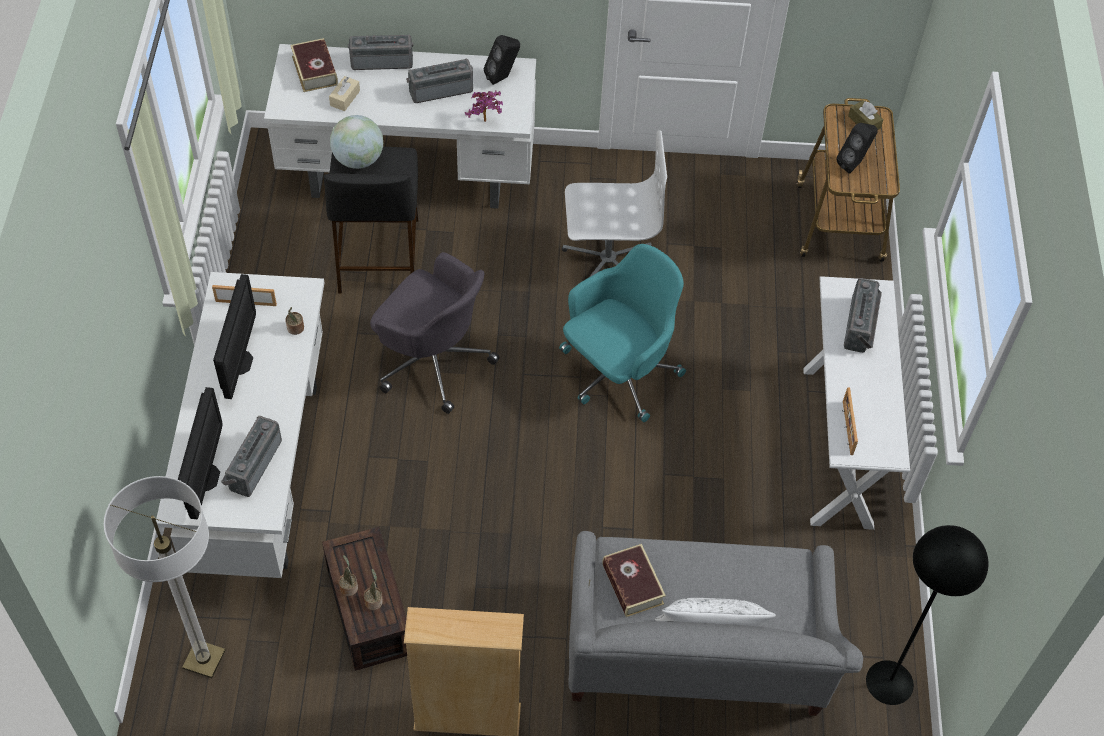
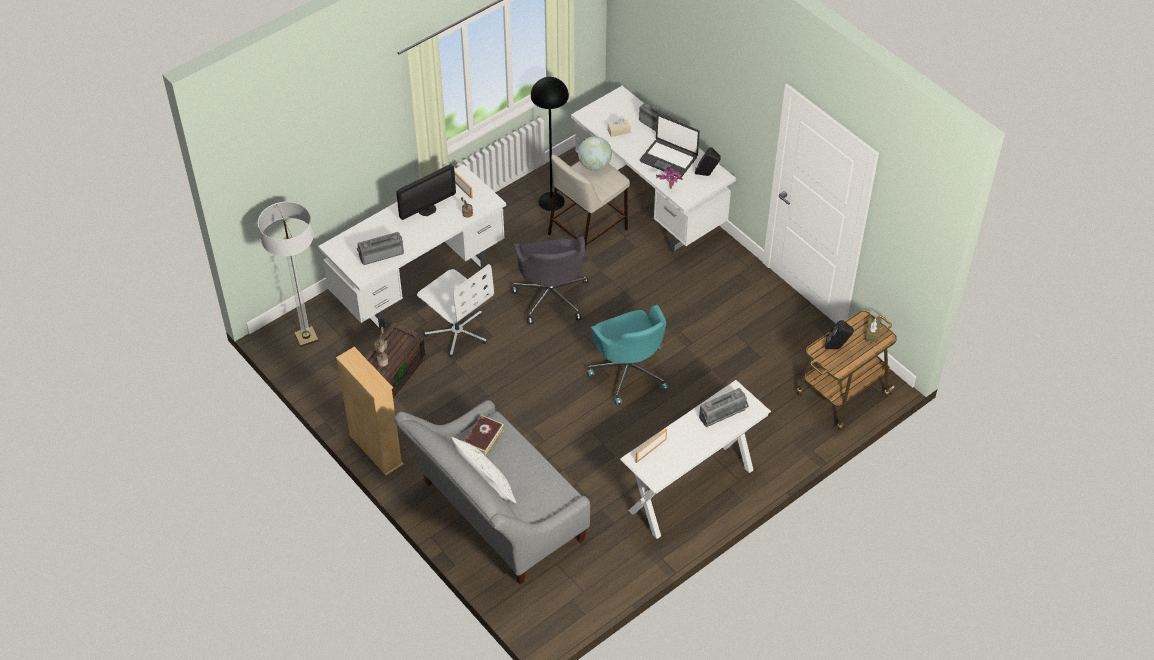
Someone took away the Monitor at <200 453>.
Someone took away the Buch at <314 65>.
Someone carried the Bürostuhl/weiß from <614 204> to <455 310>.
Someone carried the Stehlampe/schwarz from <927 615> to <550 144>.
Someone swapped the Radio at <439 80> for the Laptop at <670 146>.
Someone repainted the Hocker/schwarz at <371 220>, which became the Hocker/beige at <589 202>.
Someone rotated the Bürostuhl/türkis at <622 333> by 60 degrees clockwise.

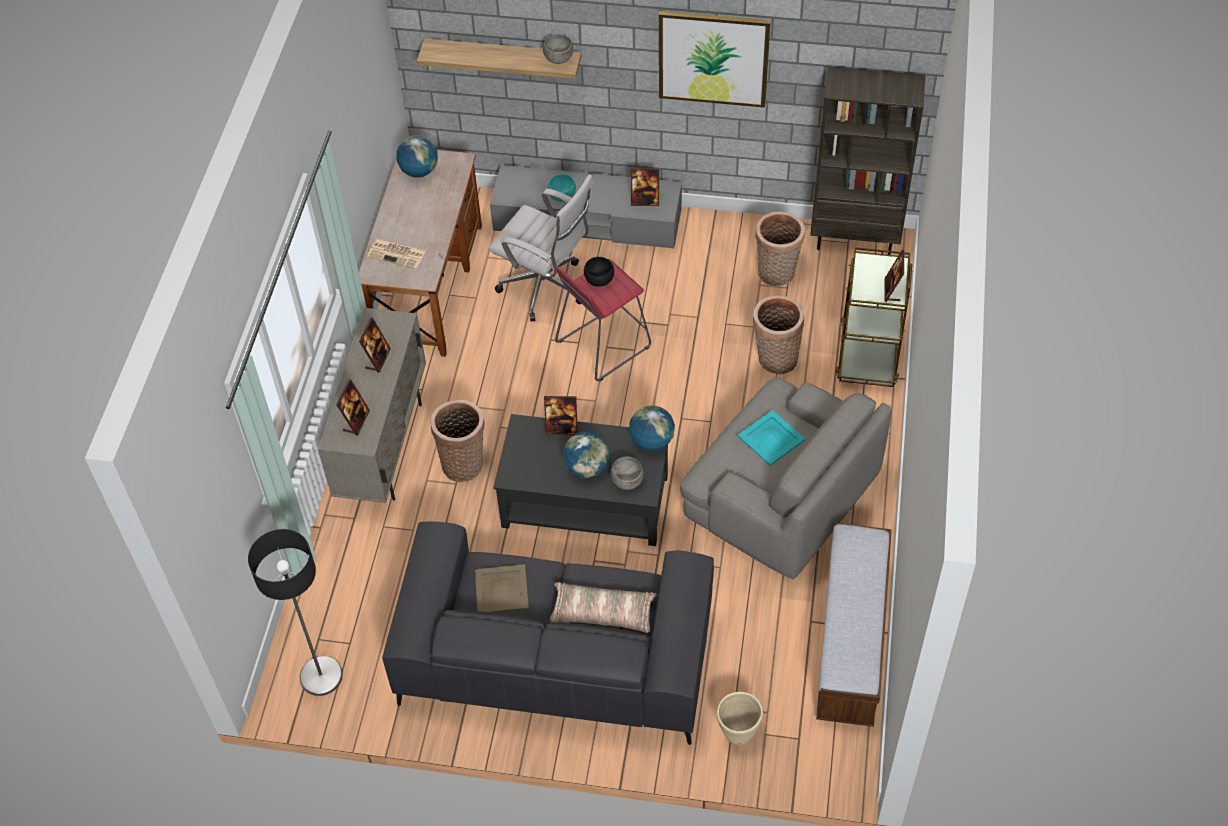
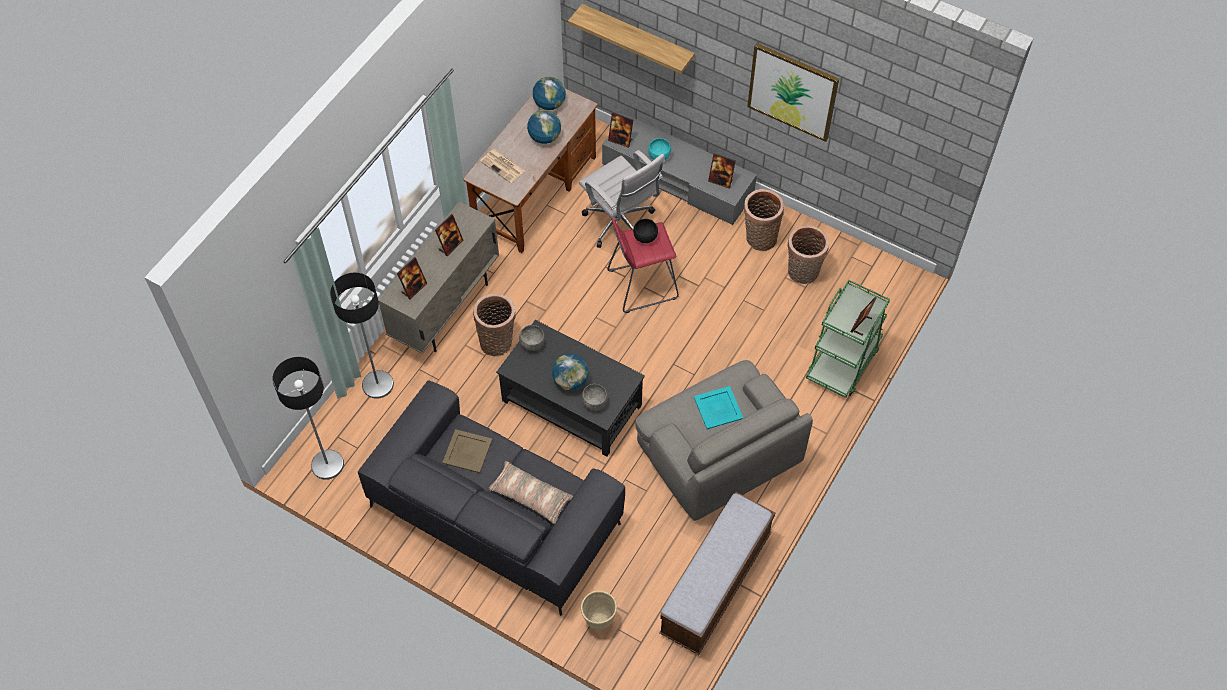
Someone took away the Bücherregal/braun at <868 160>.
Someone put down the Stehlampe at <362 336>.
Someone carried the Schüssel/grau from <558 49> to <532 338>.
Someone carried the Bilderrahmen from <561 415> to <620 130>.
Someone carried the Globus from <652 428> to <544 127>.
Someone carried the Korb from <778 334> to <764 220>.
Someone repainted the Rollwagen/braun at <874 317>, which became the Rollwagen/grün at <848 339>.

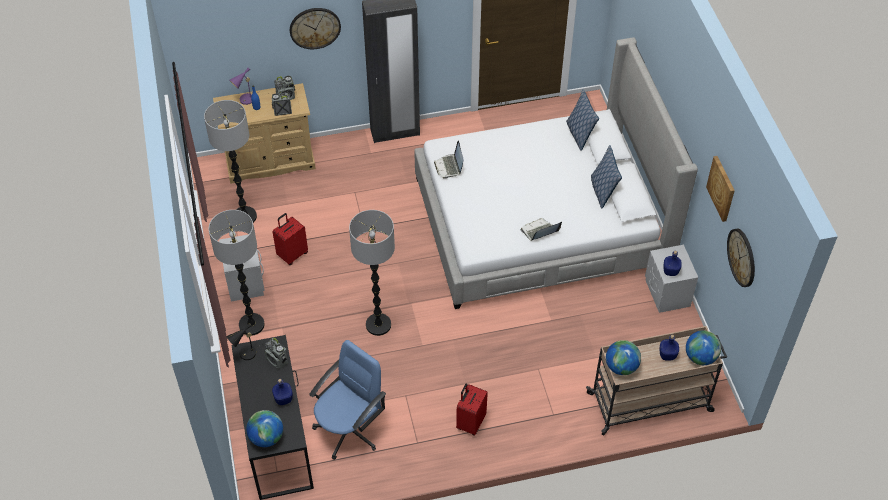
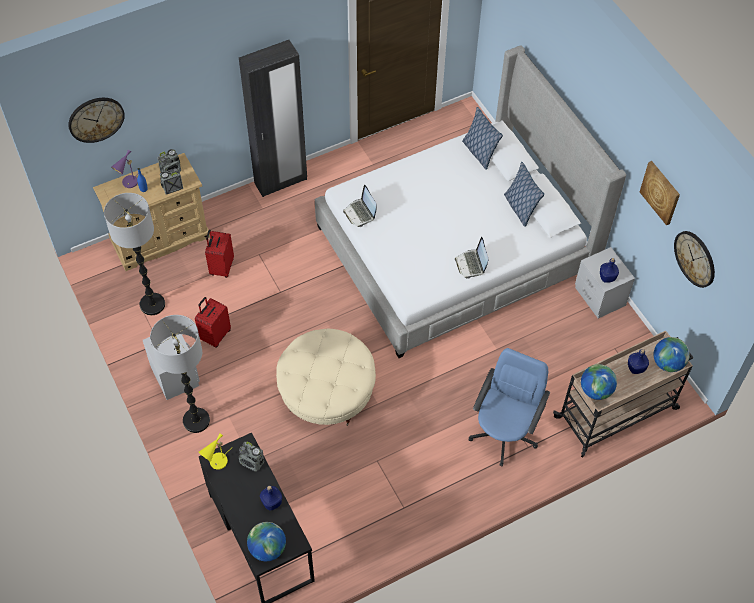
Someone carried the Wanduhr from <315 28> to <96 120>.
Someone carried the Bürostuhl/blau from <347 400> to <509 407>.
Someone carried the Koffer/rot from <472 409> to <219 254>.
Someone swapped the Stehlampe at <372 273> for the Polsterhocker/beige at <326 377>.
Someone repainted the Tischlampe/schwarz at <244 341>, which became the Tischlampe/gelb at <216 451>.
Someone rotated the Laptop at <541 229> by 60 degrees counterclockwise.

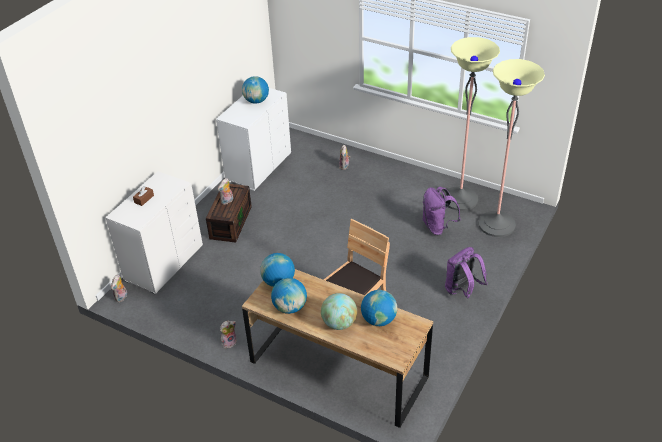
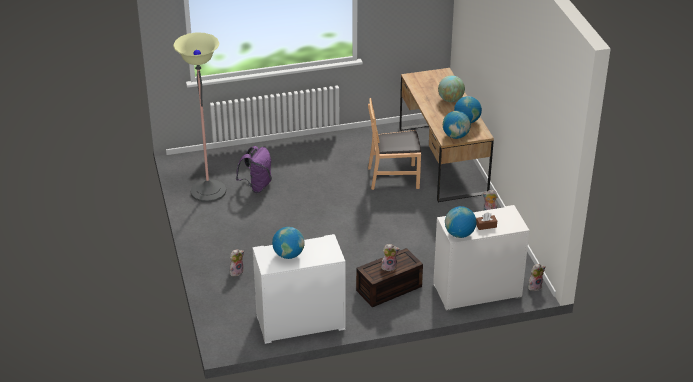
Someone took away the Rucksack/lila at <466 272>.
Someone took away the Stehlampe at <511 148>.
Someone carried the Globus from <379 308> to <460 222>.

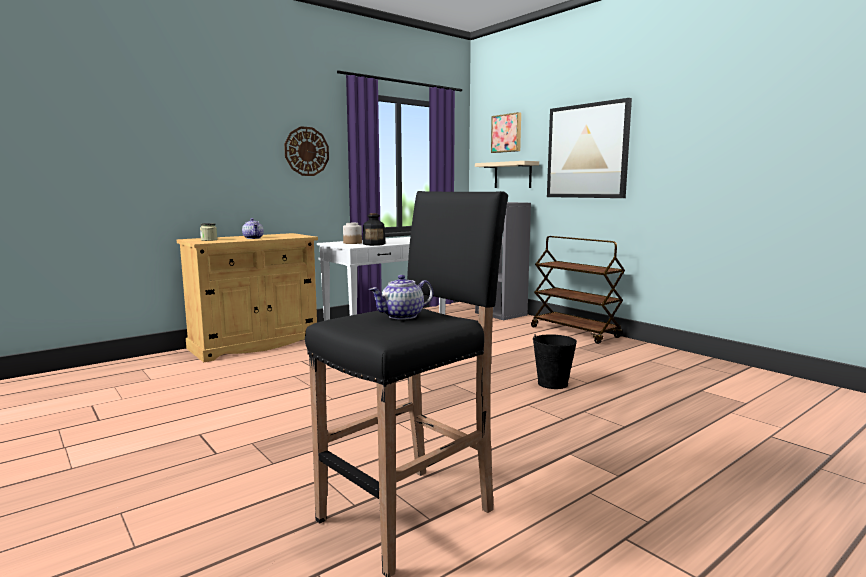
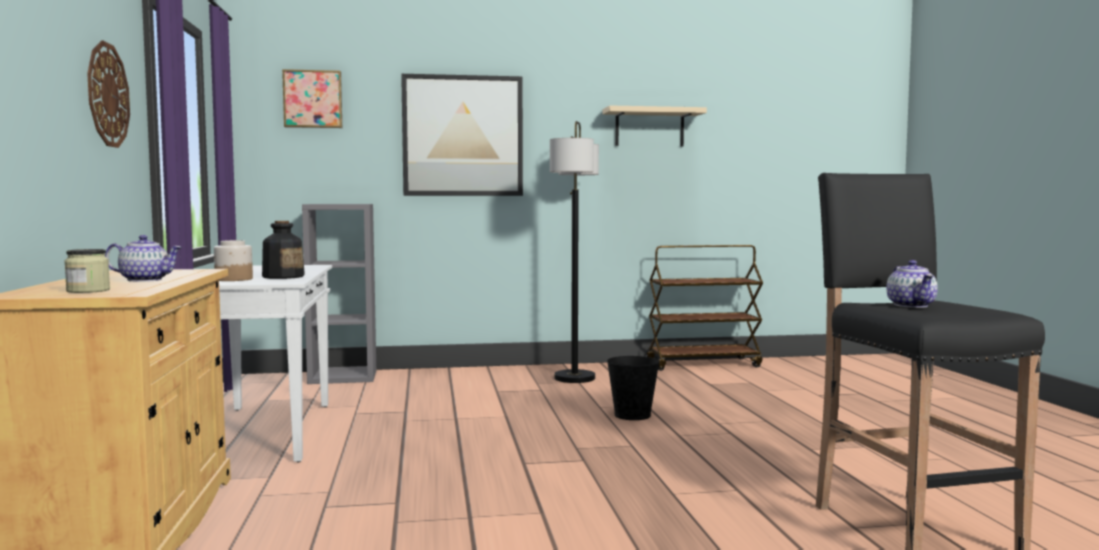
Someone put down the Stehlampe at <574 252>.
Someone carried the Wandregal/beige from <507 174> to <654 126>.
Someone carried the Rollwagen/braun from <578 290> to <704 308>.

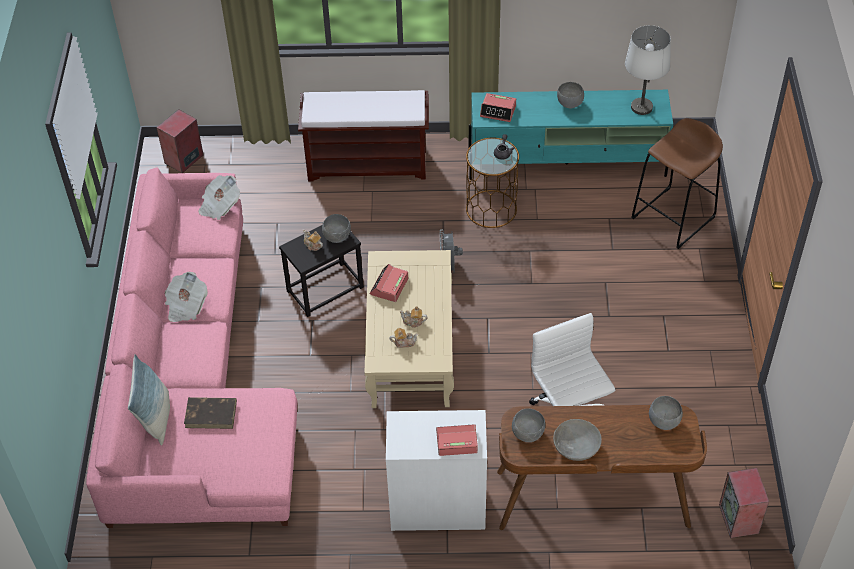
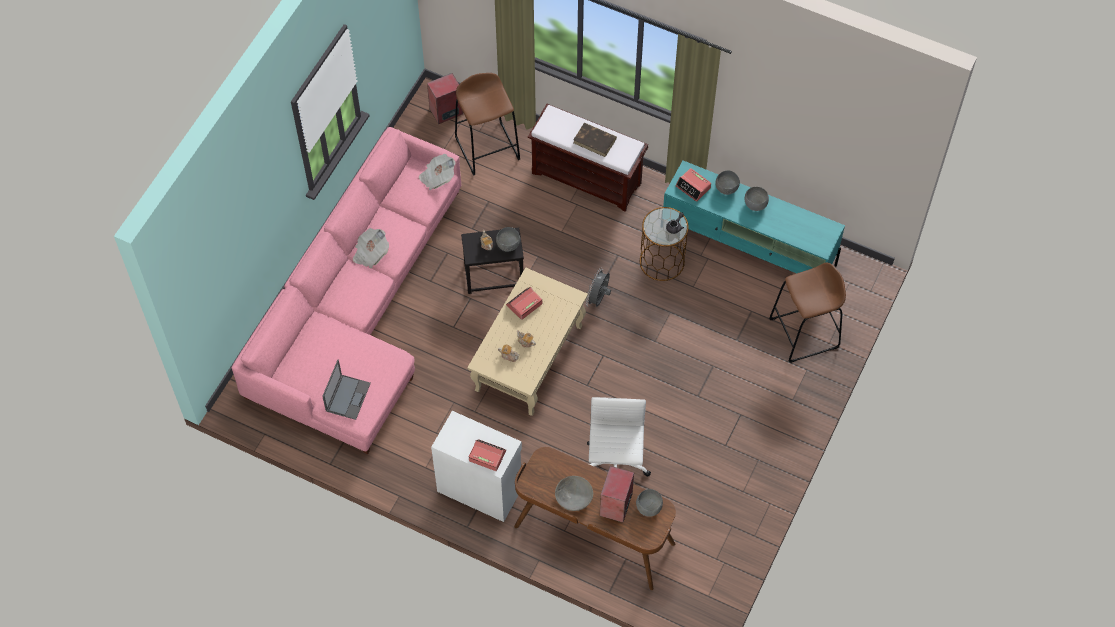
Someone took away the Kissen at <149 399>.
Someone took away the Tischlampe/weiß at <648 70>.
Someone put down the Laptop at <346 390>.
Someone put down the Hocker/braun at <487 124>.
Someone carried the Buch/braun from <210 413> to <595 140>.
Someone carried the Schüssel/grau from <528 425> to <727 182>.
Someone carried the Lautsprecher from <744 503> to <617 494>.

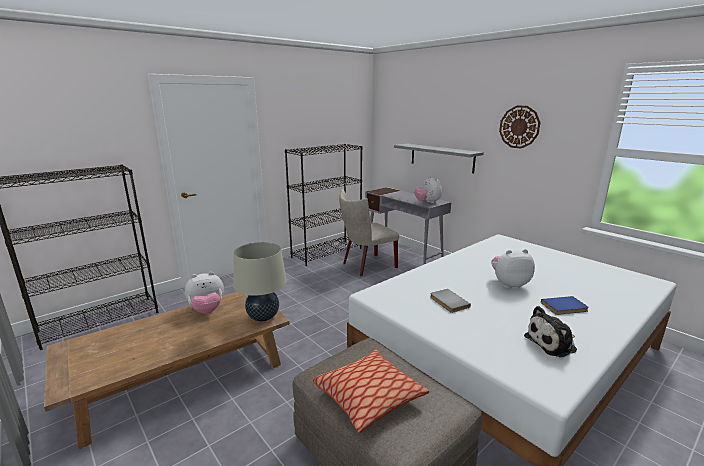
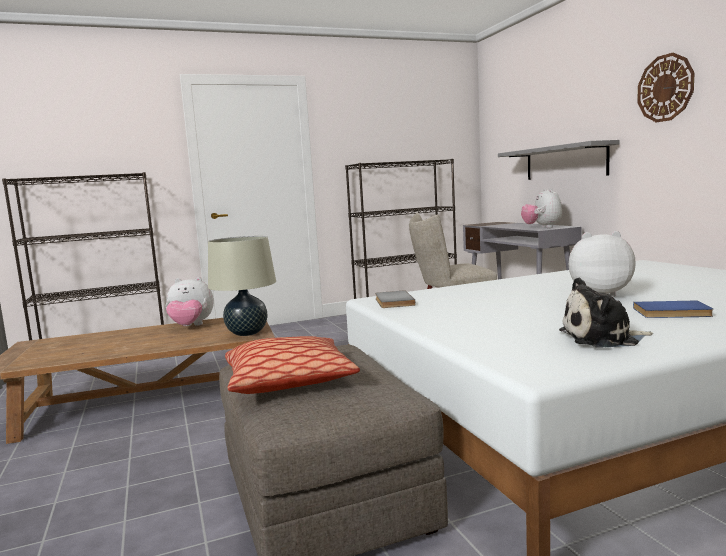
Someone carried the Buch/grau from <450 301> to <395 299>.

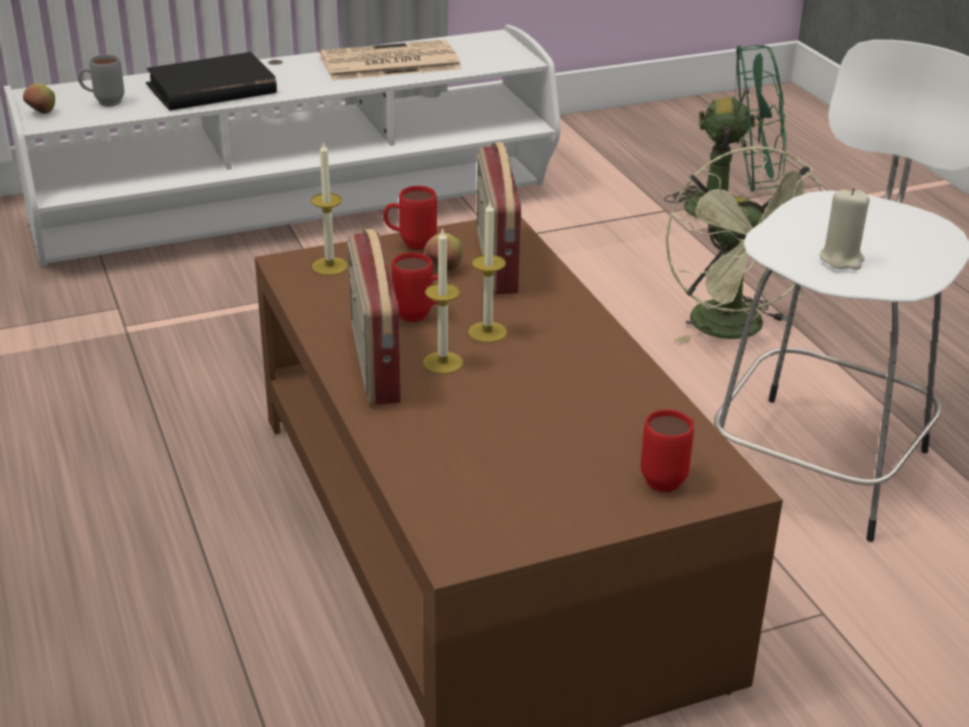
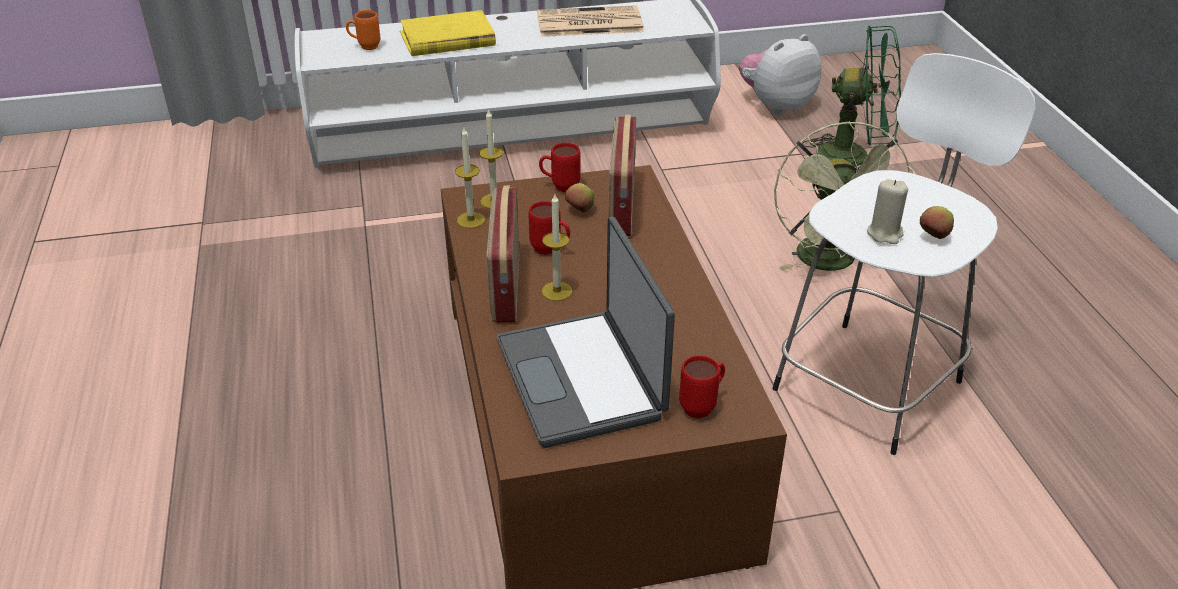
Someone put down the Laptop at <586 332>.
Someone put down the Plüschtier at <780 74>.
Someone carried the Apfel from <39 98> to <937 222>.
Someone carried the Kerze from <487 272> to <470 177>.
Someone repainted the Henkelbecher/grau at <101 80>, which became the Henkelbecher/orange at <363 30>.
Someone repainted the Buch/schwarz at <211 81>, which became the Buch/gelb at <448 33>.

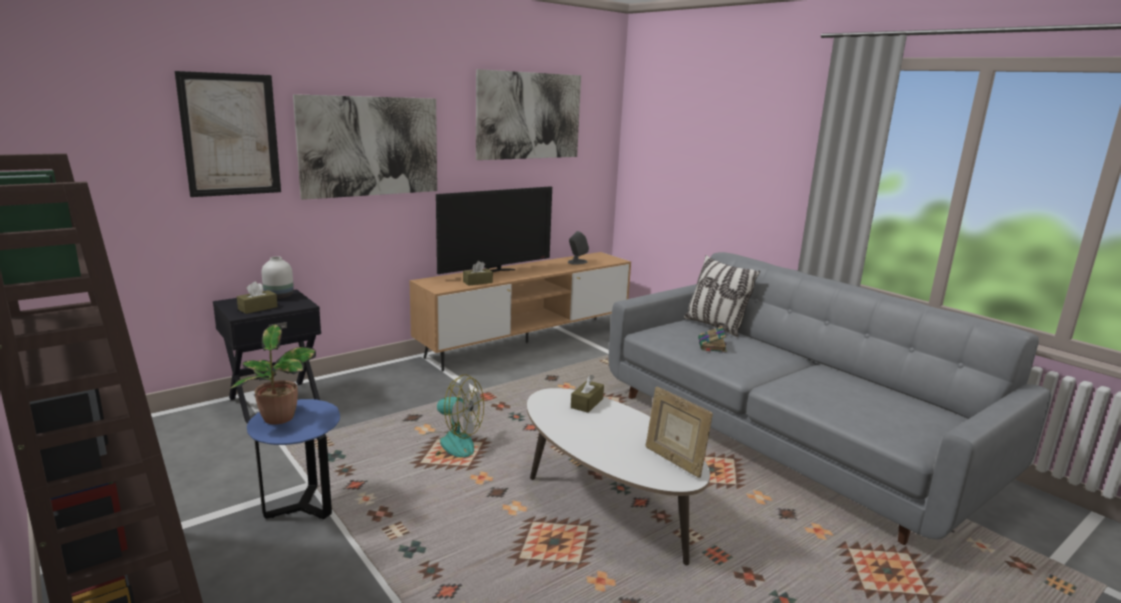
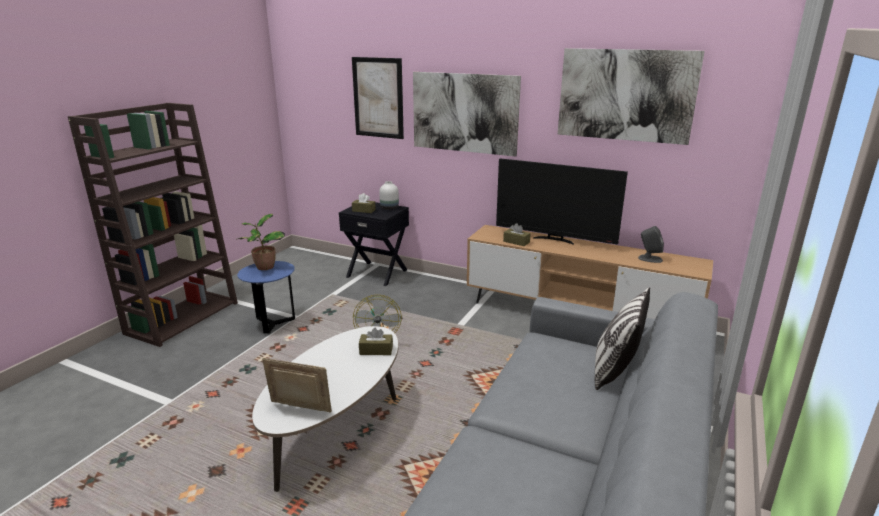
Someone took away the Buch at <712 339>.
Someone rotated the Bilderrahmen at <679 432> by 75 degrees clockwise.

